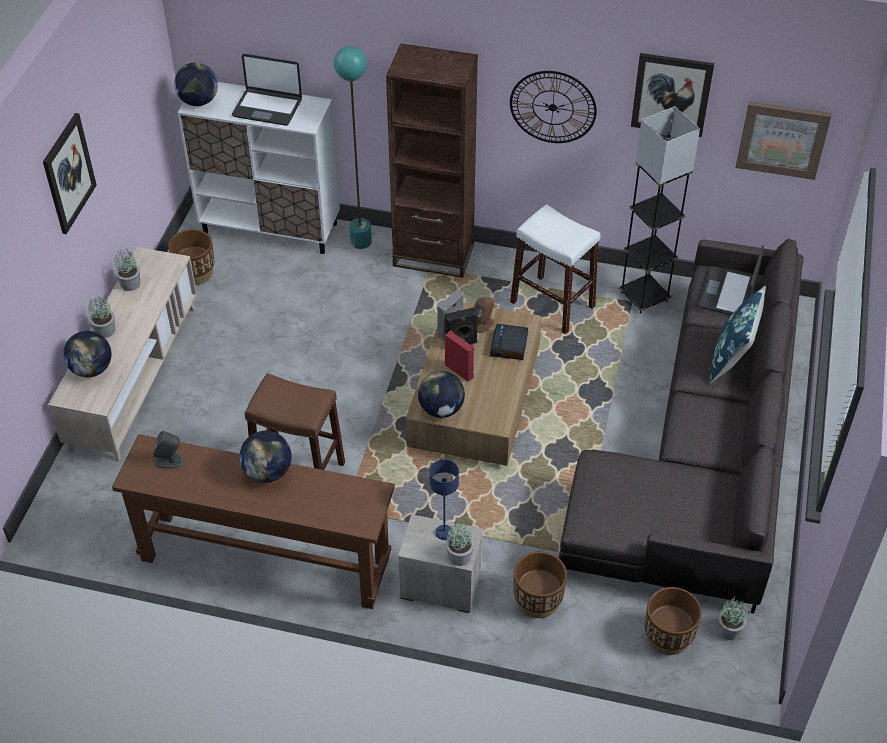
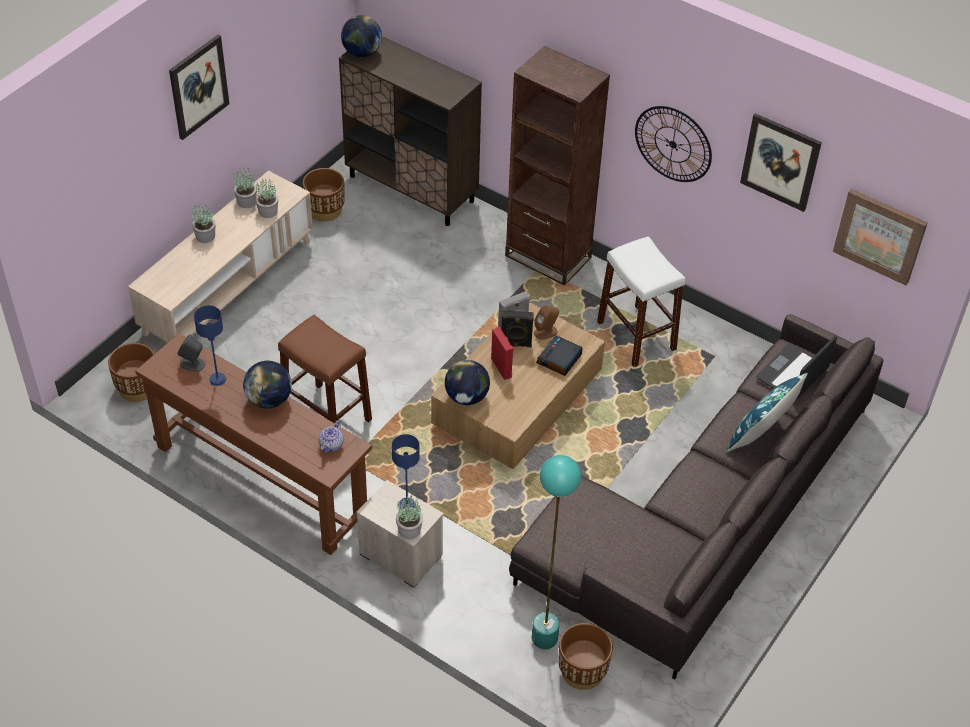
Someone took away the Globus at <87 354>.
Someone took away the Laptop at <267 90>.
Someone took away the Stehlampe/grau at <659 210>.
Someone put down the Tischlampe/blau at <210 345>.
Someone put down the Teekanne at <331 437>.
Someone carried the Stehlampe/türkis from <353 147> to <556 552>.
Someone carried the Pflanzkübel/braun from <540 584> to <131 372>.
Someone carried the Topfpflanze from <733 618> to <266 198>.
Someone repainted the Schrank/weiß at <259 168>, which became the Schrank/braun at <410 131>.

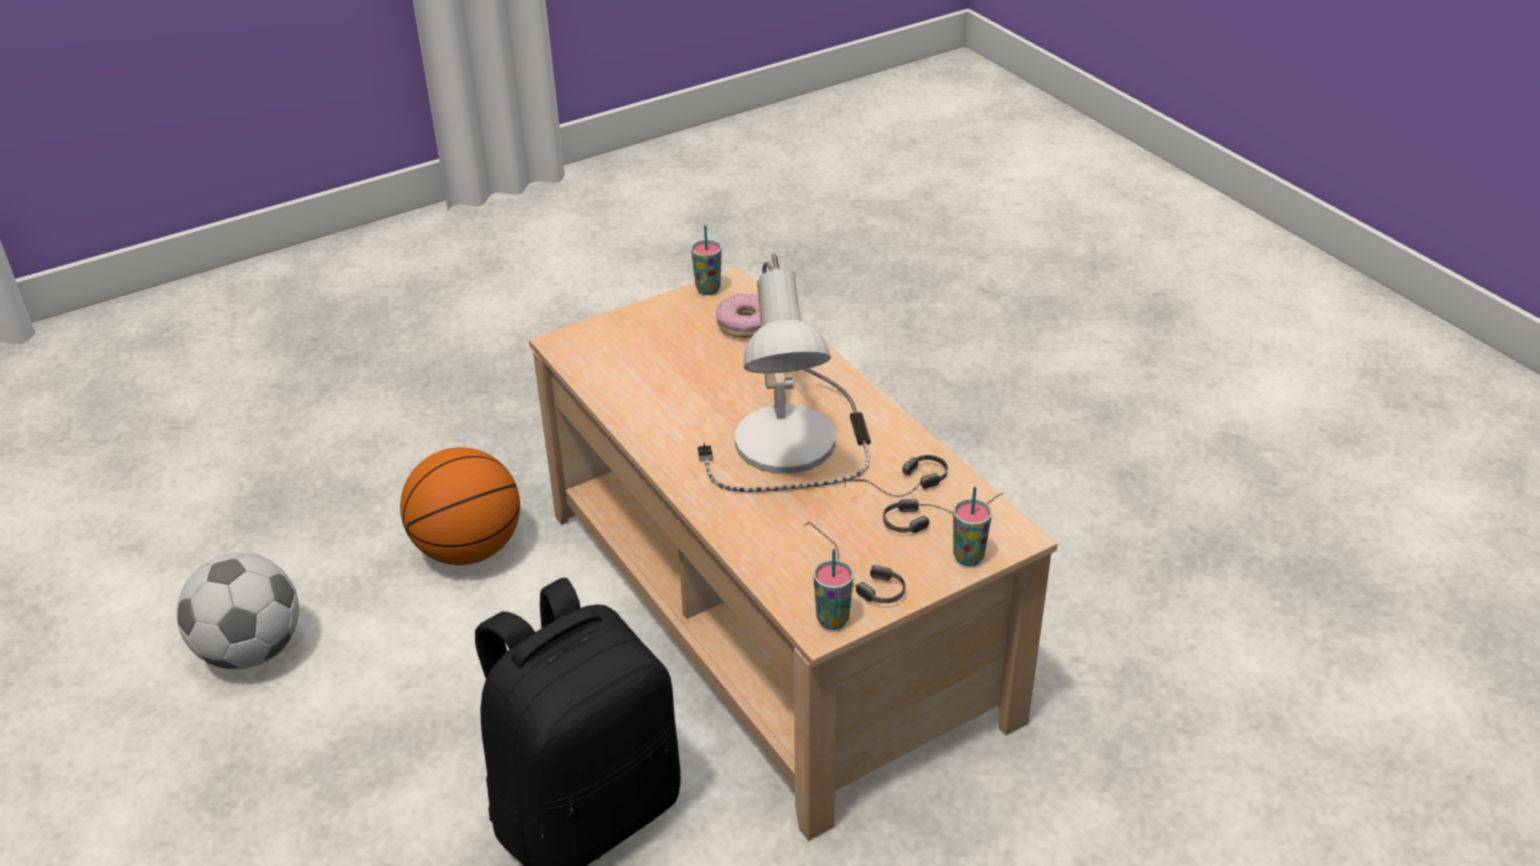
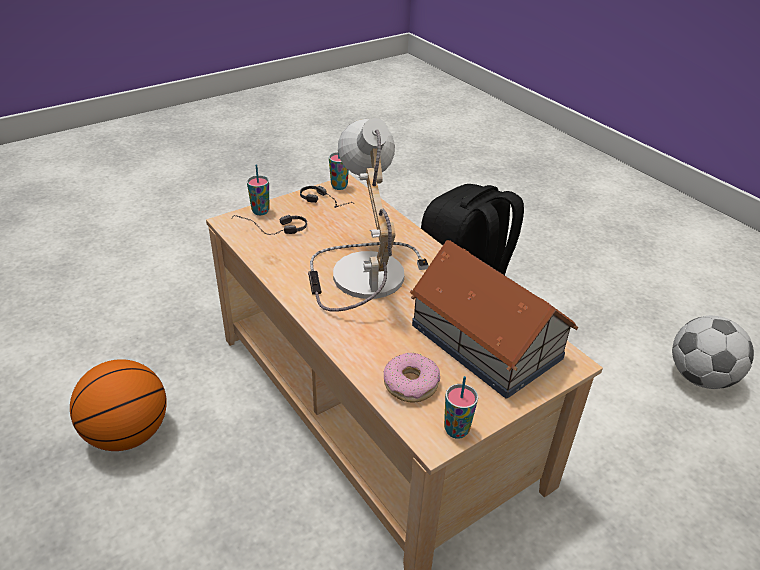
Someone took away the Kopfhörer at <896 476>.
Someone put down the Spielzeughaus at <494 319>.
Someone carried the Basketball from <460 506> to <118 405>.

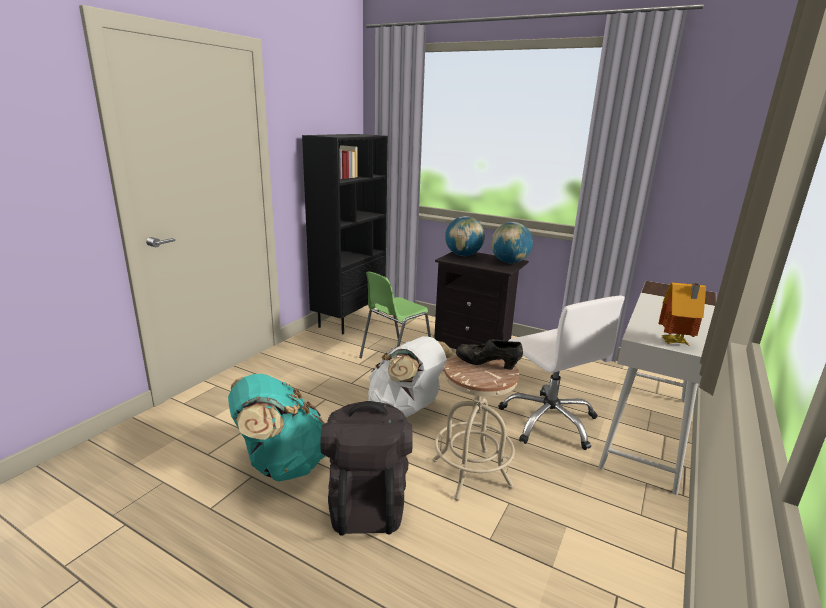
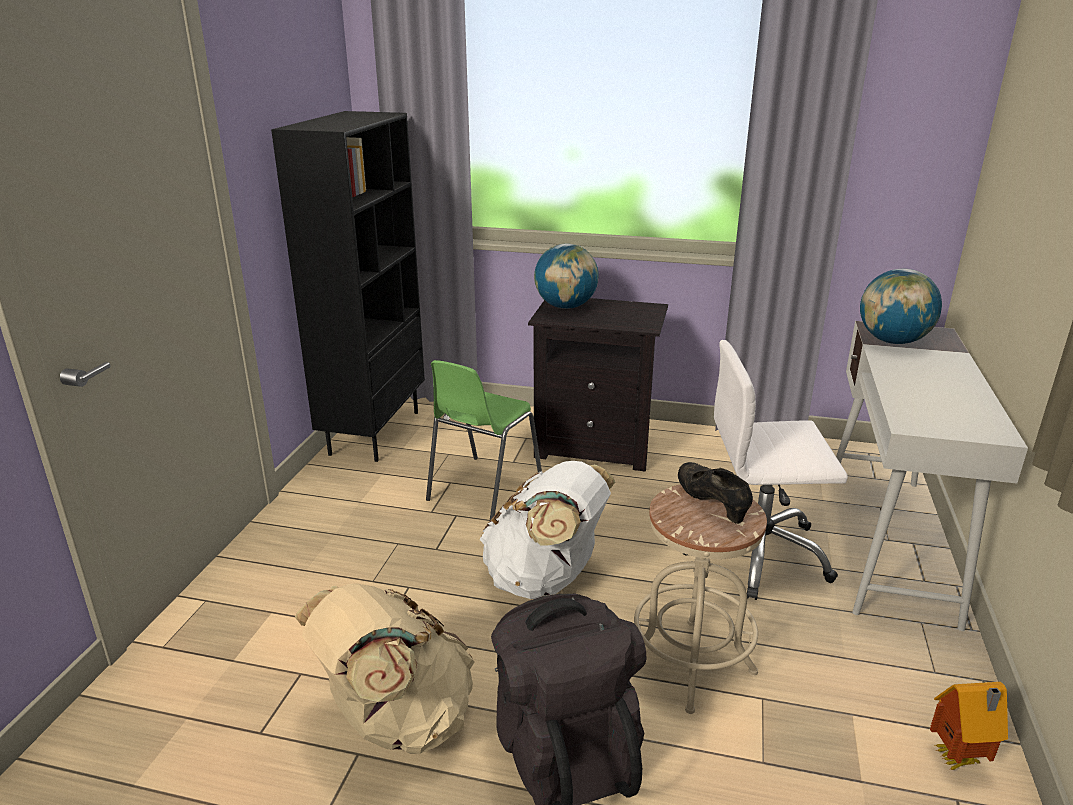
Someone carried the Globus from <512 242> to <901 306>.
Someone carried the Spielzeughaus from <682 314> to <969 726>.
Someone repainted the Rucksack/türkis at <276 427>, which became the Rucksack/beige at <385 668>.
Someone rotated the Schuh/schwarz at <489 354> by 60 degrees clockwise.
Someone rotated the Bürostuhl/weiß at <562 373> by 135 degrees clockwise.

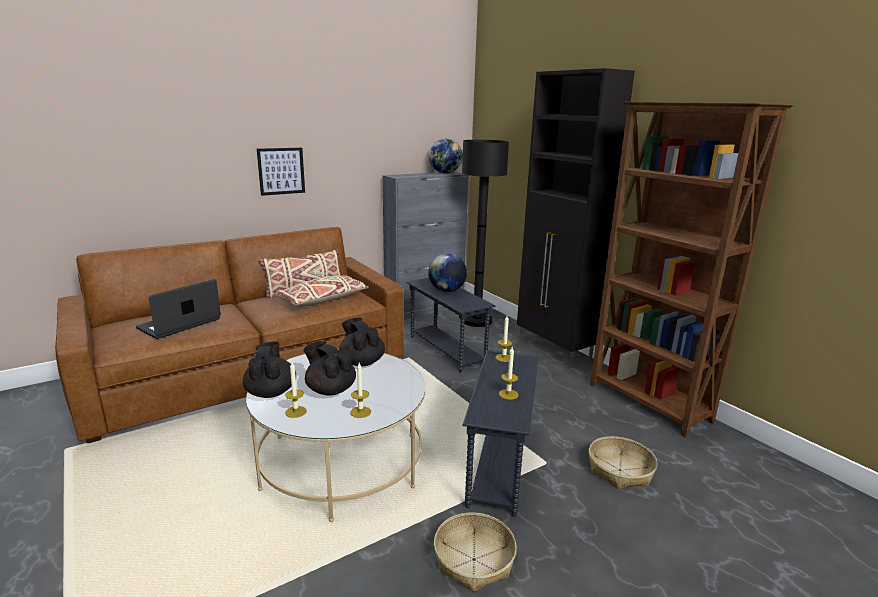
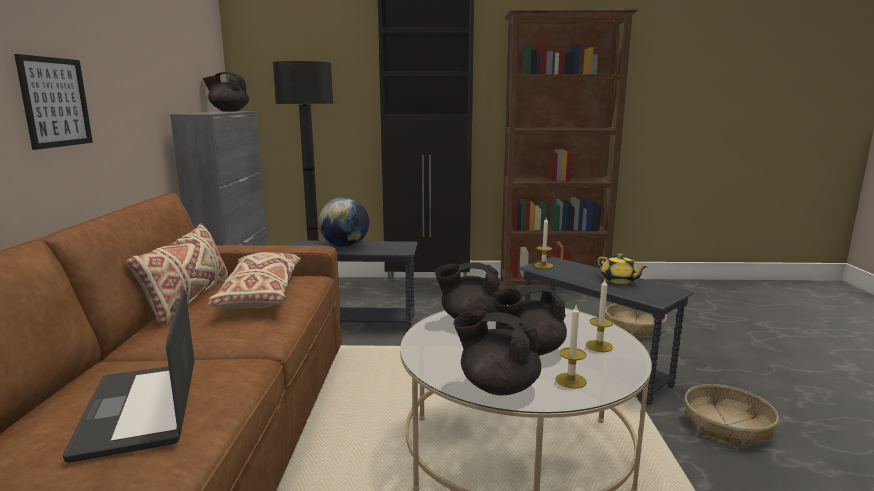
Someone swapped the Globus at <446 156> for the Teekanne/schwarz at <226 92>.
Someone swapped the Kerze at <508 373> for the Teekanne/gelb at <622 268>.

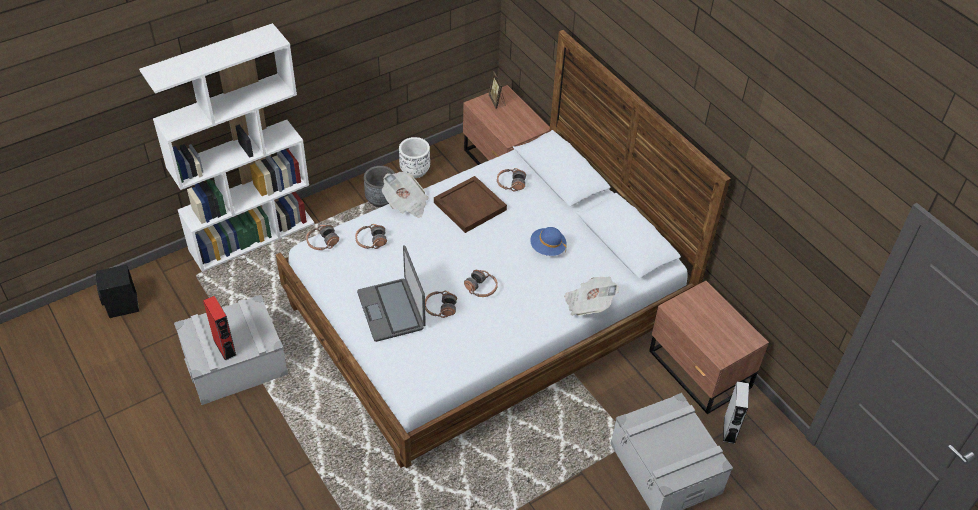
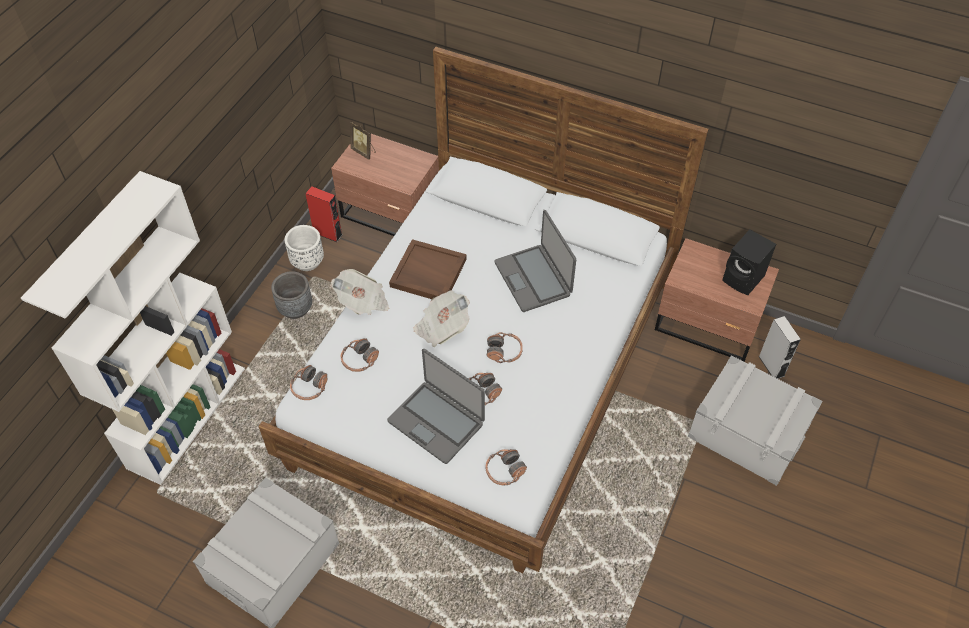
Someone carried the Lautsprecher/schwarz from <117 291> to <749 262>.
Someone carried the Lautsprecher/rot from <220 328> to <323 214>.
Someone carried the Kopfhörer from <511 179> to <506 467>.
Someone carried the Zeitung from <591 296> to <442 318>.
Someone swapped the Hut/blau at <548 241> for the Laptop at <535 261>.

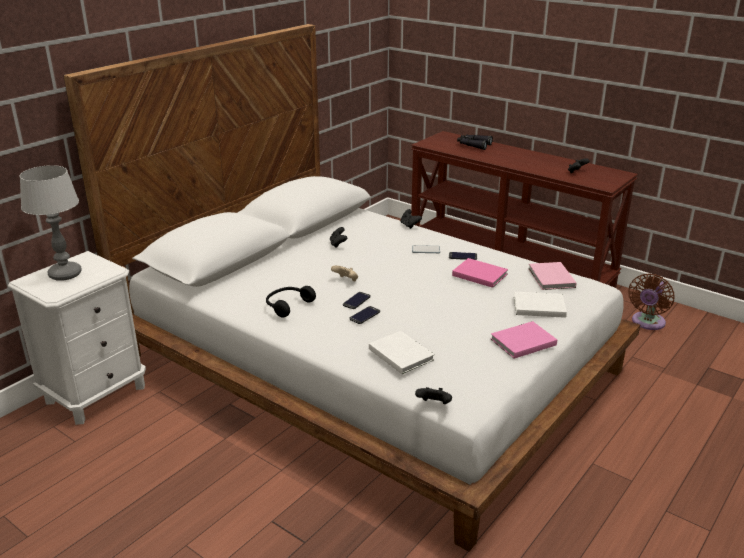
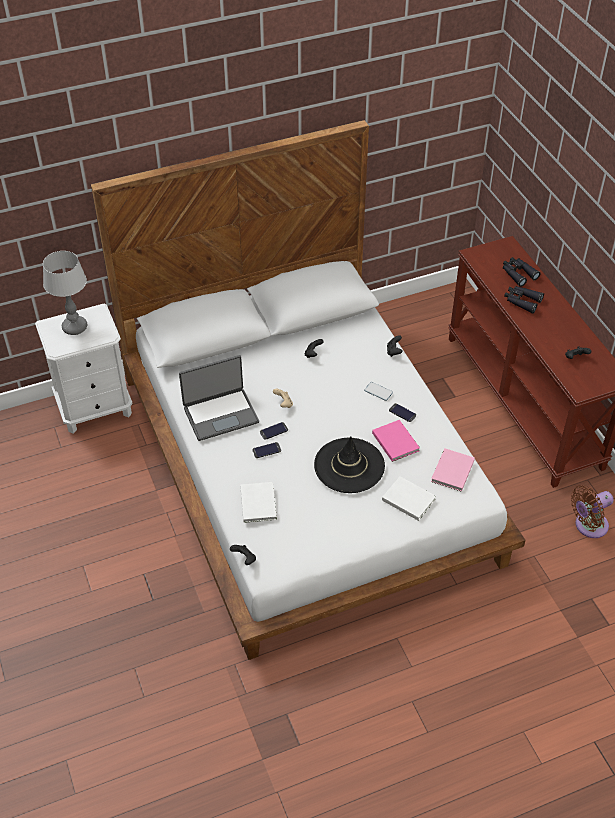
Someone took away the Buch/rosa at <524 340>.
Someone put down the Hut/schwarz at <349 464>.
Someone put down the Fernglas/schwarz at <524 300>.
Someone swapped the Kopfhörer/schwarz at <291 301> for the Laptop at <219 398>.

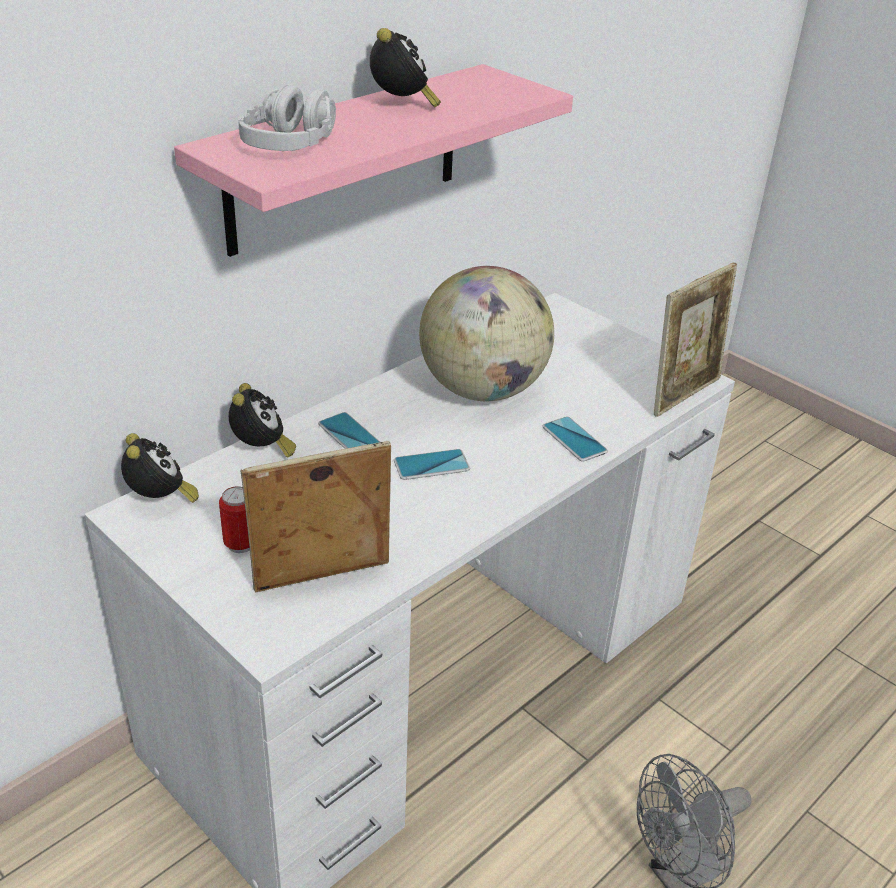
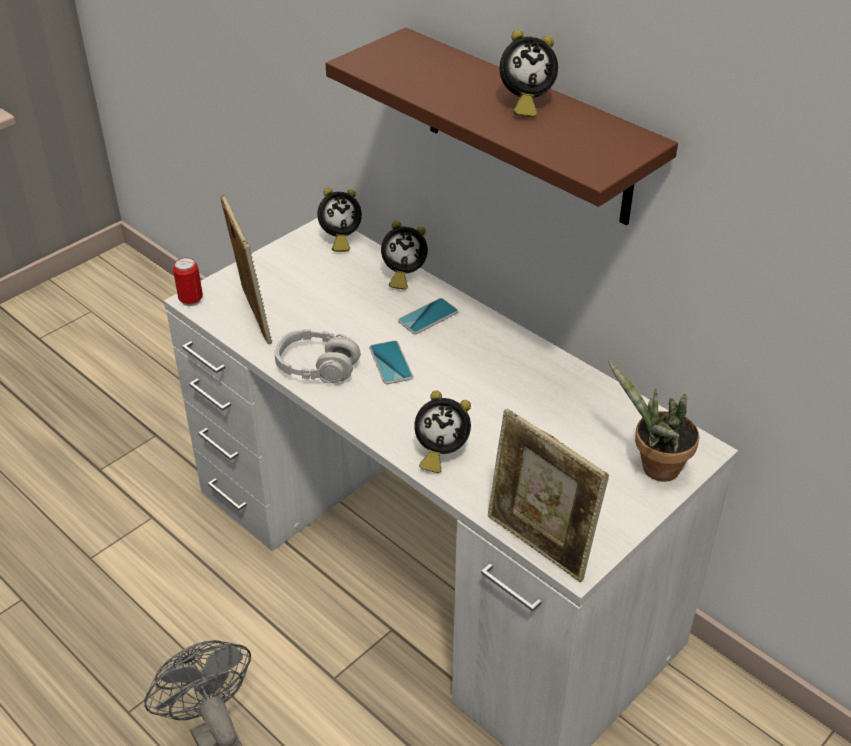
Someone took away the Globus at <486 333>.
Someone put down the Topfpflanze at <653 421>.
Someone carried the Dose from <234 519> to <188 282>.
Someone carried the Kopfhörer/grau from <287 118> to <318 356>.
Someone swapped the Handy at <575 439> for the Wecker at <442 432>.
Someone repainted the Wandregal/rosa at <373 160>, which became the Wandregal/braun at <501 126>.

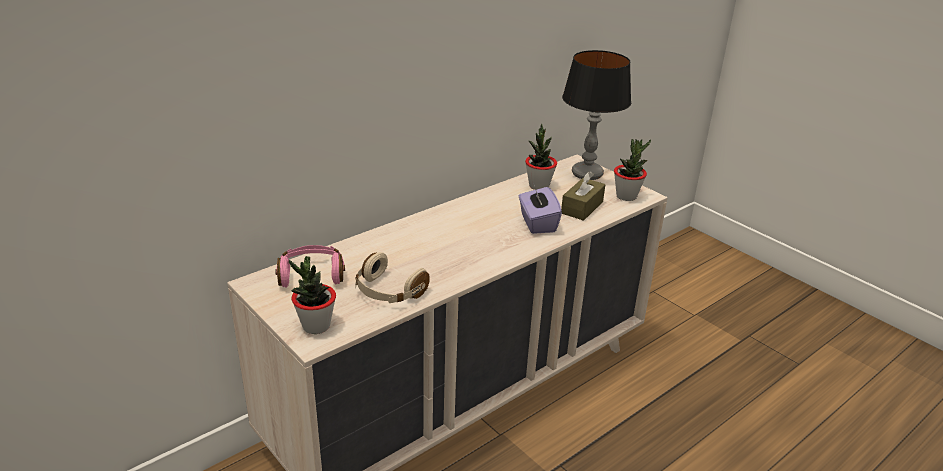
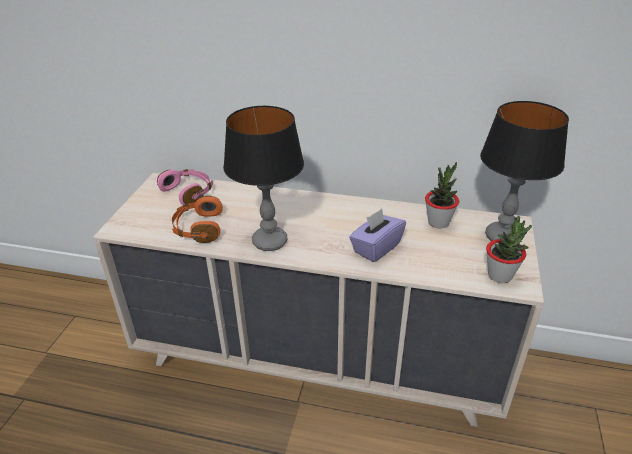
Someone took away the Topfpflanze at <312 295>.
Someone took away the Taschentuchbox/braun at <583 196>.
Someone put down the Tischlampe at <263 178>.
Someone repainted the Kopfhörer/beige at <392 277>, which became the Kopfhörer/orange at <197 219>.

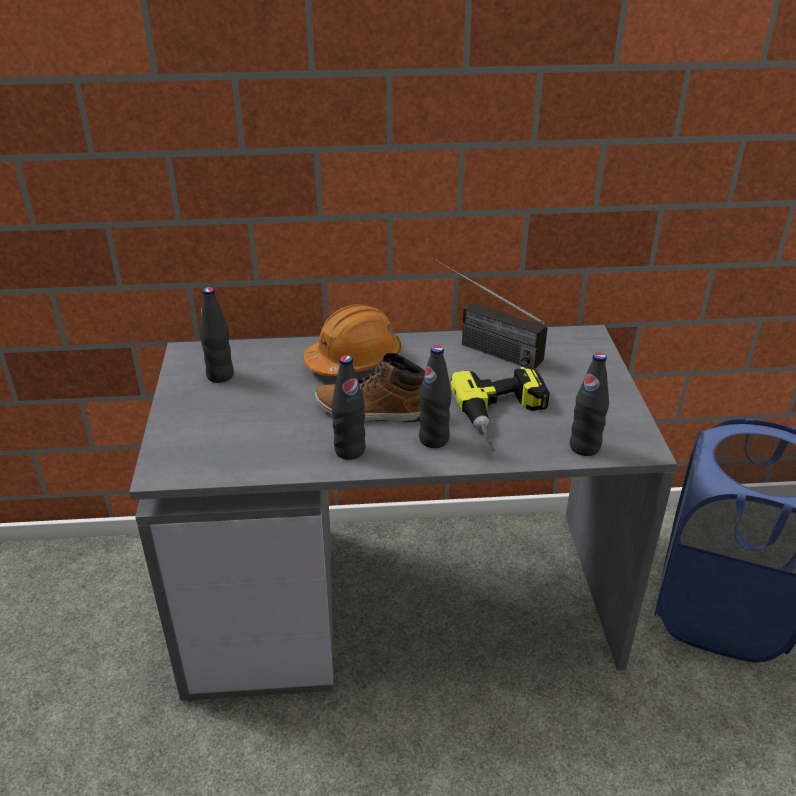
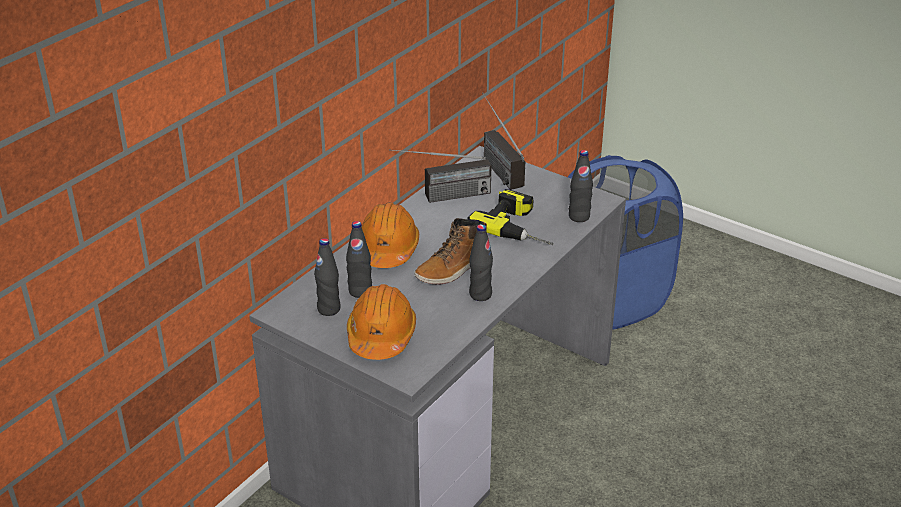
Someone put down the Schutzhelm/orange at <381 322>.
Someone put down the Radio at <503 141>.
Someone carried the Flasche/schwarz from <435 396> to <359 259>.

